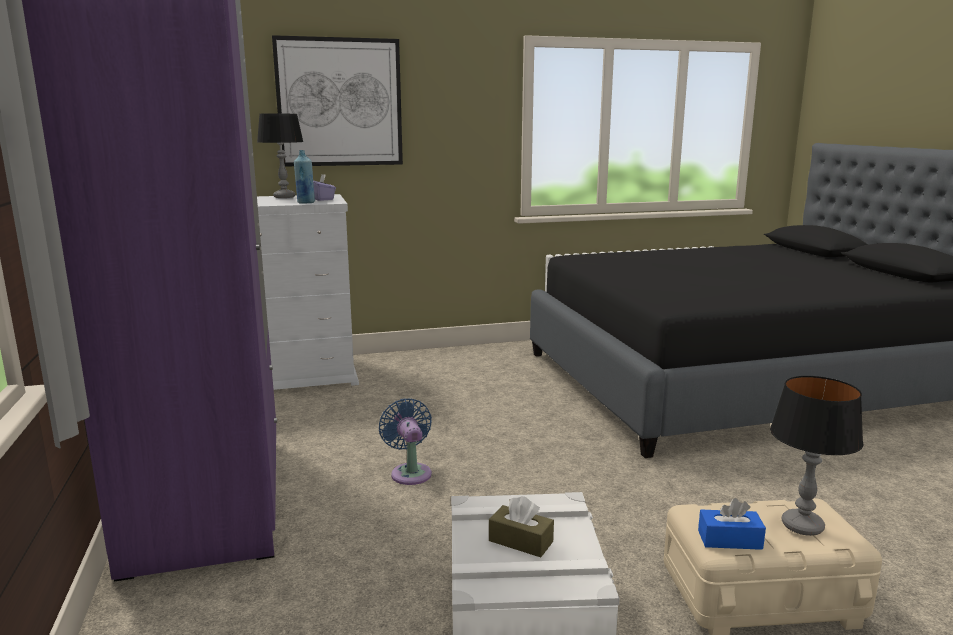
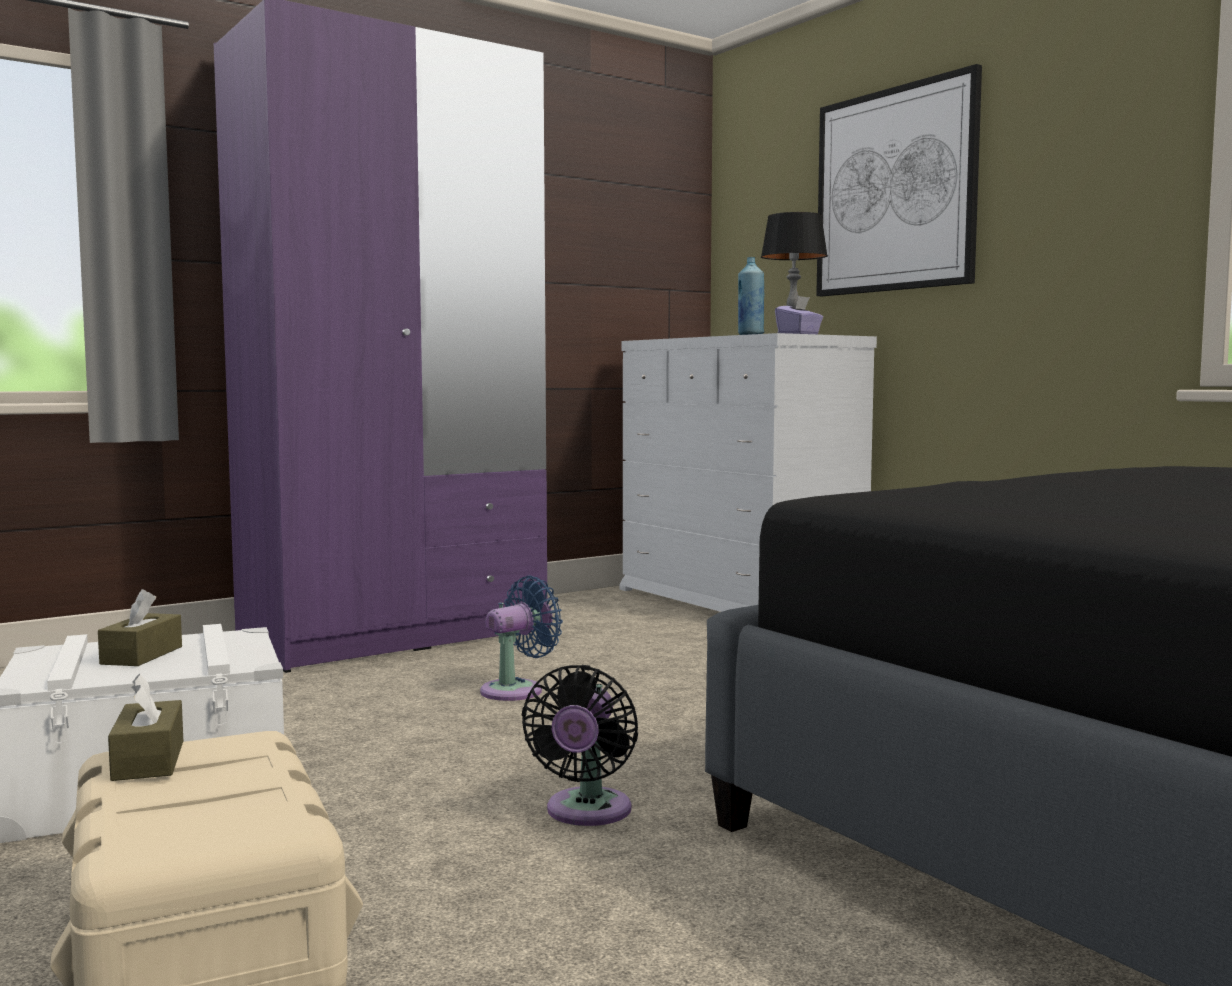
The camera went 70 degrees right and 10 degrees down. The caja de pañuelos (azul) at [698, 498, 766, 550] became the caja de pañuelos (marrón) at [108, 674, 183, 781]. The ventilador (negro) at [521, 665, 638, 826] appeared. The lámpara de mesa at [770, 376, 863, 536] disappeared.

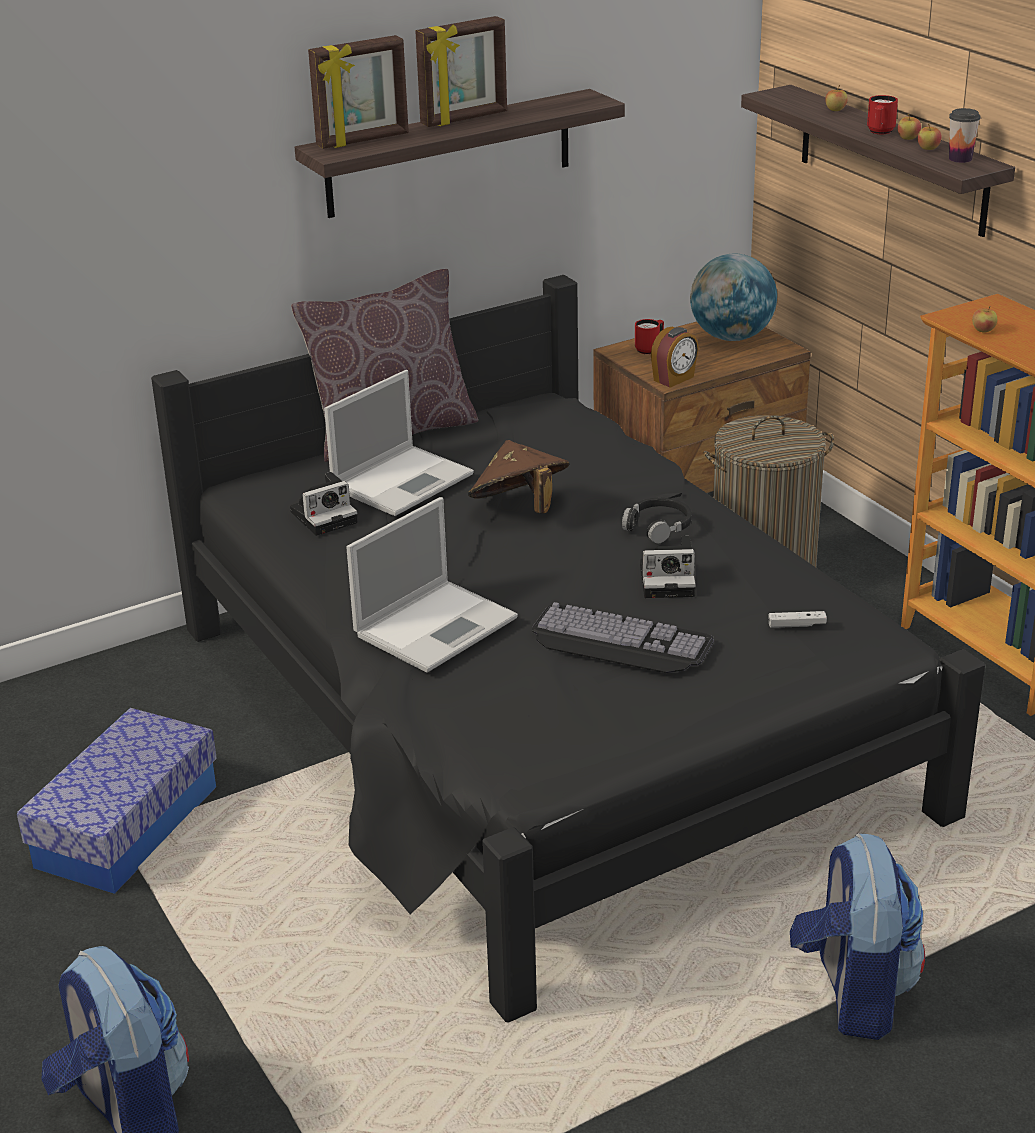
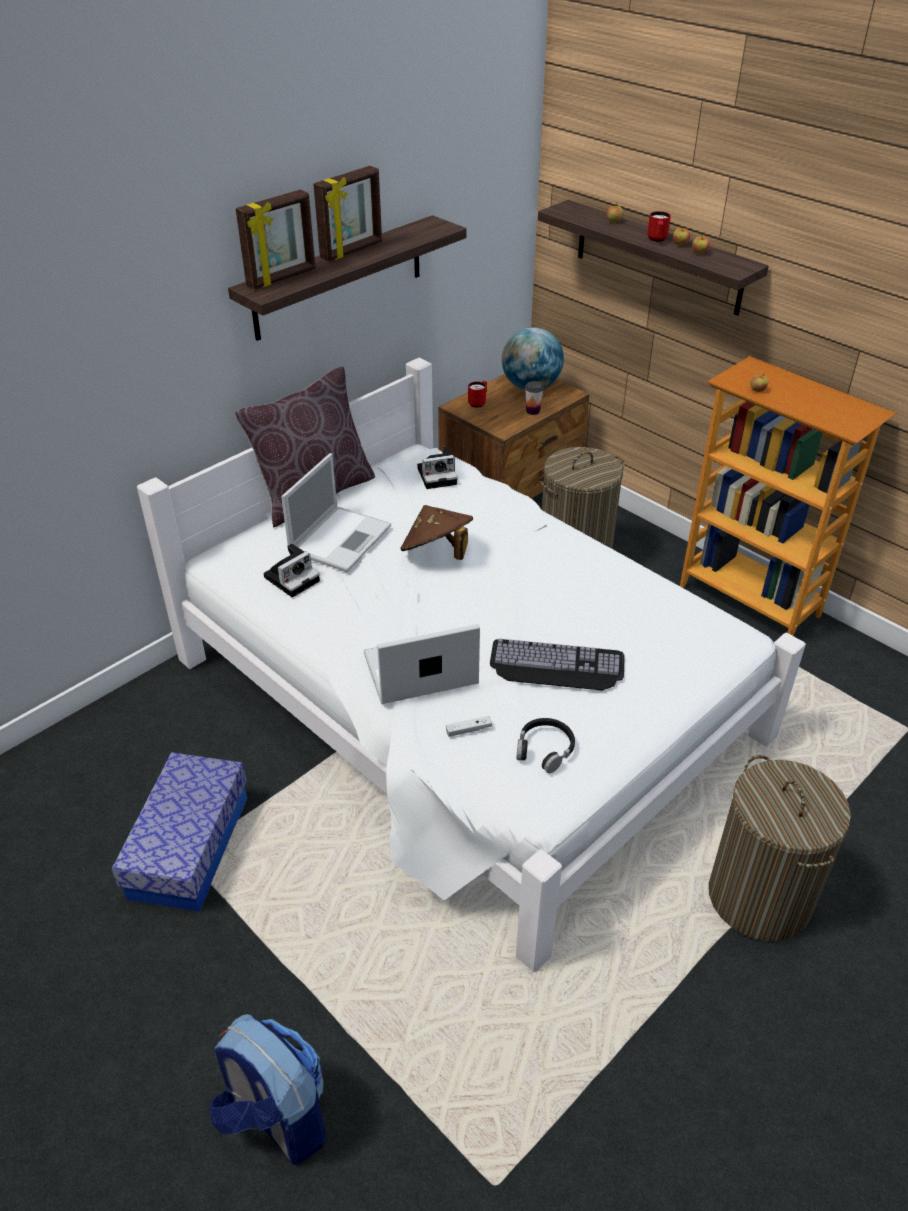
The camera went 15 degrees left and 10 degrees up. The cama (negro) at [151, 275, 985, 1023] became the cama (blanco) at [137, 358, 806, 972]. The portátil at [346, 497, 518, 673] turned 135 degrees counterclockwise. The cámara moved from [640, 536, 696, 598] to [417, 446, 457, 489]. The mando de consola (blanco) moved from [769, 611, 827, 628] to [446, 716, 492, 737]. The auriculares (negro) moved from [622, 498, 692, 544] to [516, 718, 575, 773]. The taza moved from [949, 108, 980, 163] to [525, 381, 544, 415]. The mochila at [790, 833, 925, 1040] was replaced by the cesto de la ropa at [709, 755, 851, 942]. The despertador at [651, 327, 699, 388] disappeared.

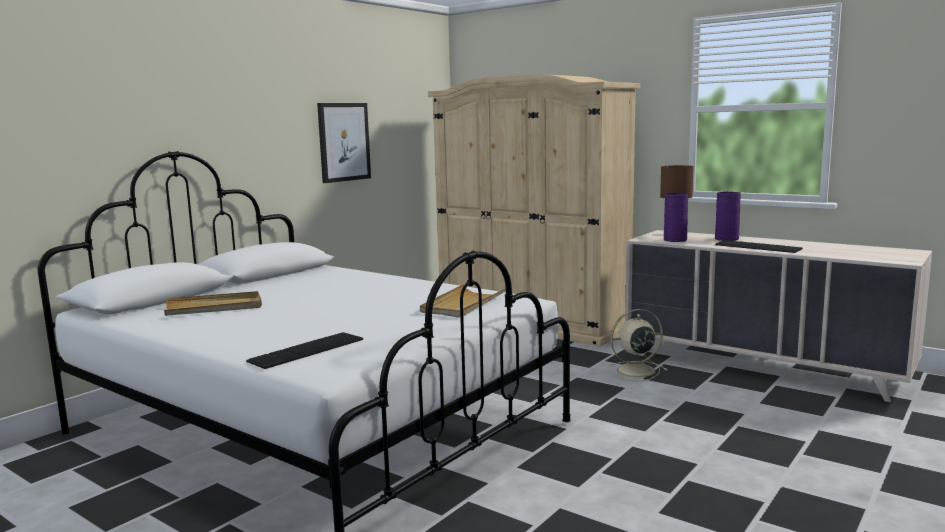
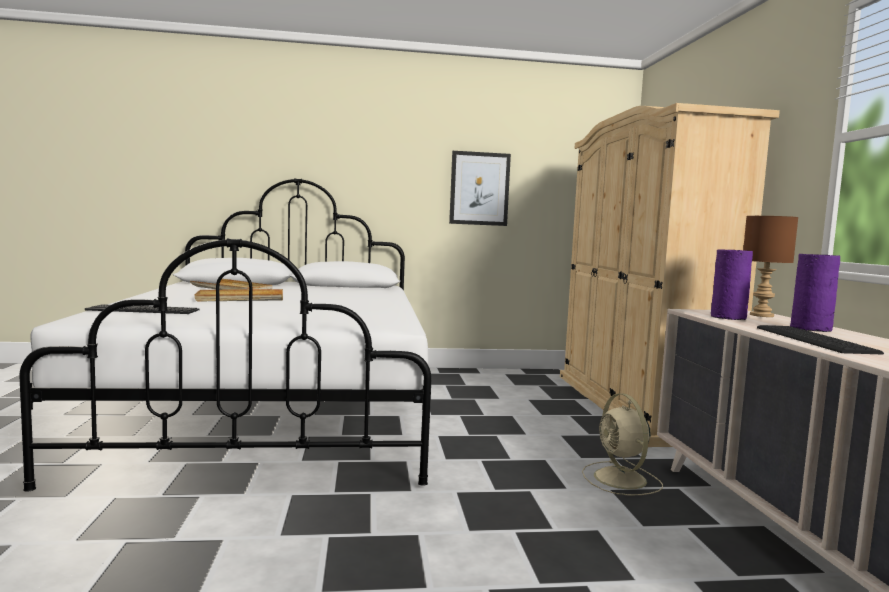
The camera went 45 degrees right and 5 degrees down. The bandeja (beis) moved from [420, 284, 506, 317] to [195, 289, 283, 301]. The ventilador (beis) at [607, 309, 668, 381] turned 135 degrees counterclockwise.

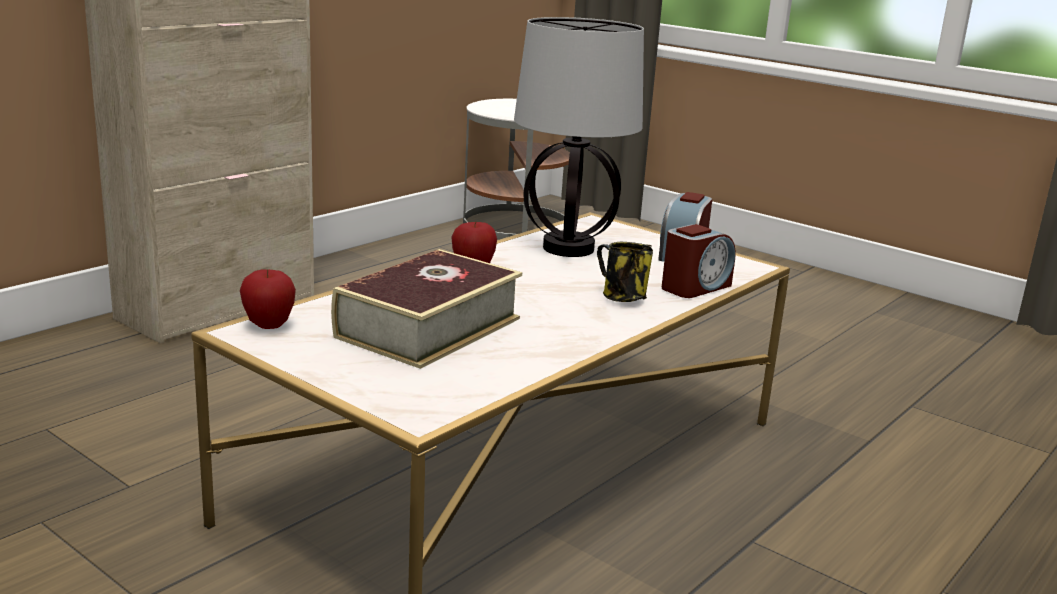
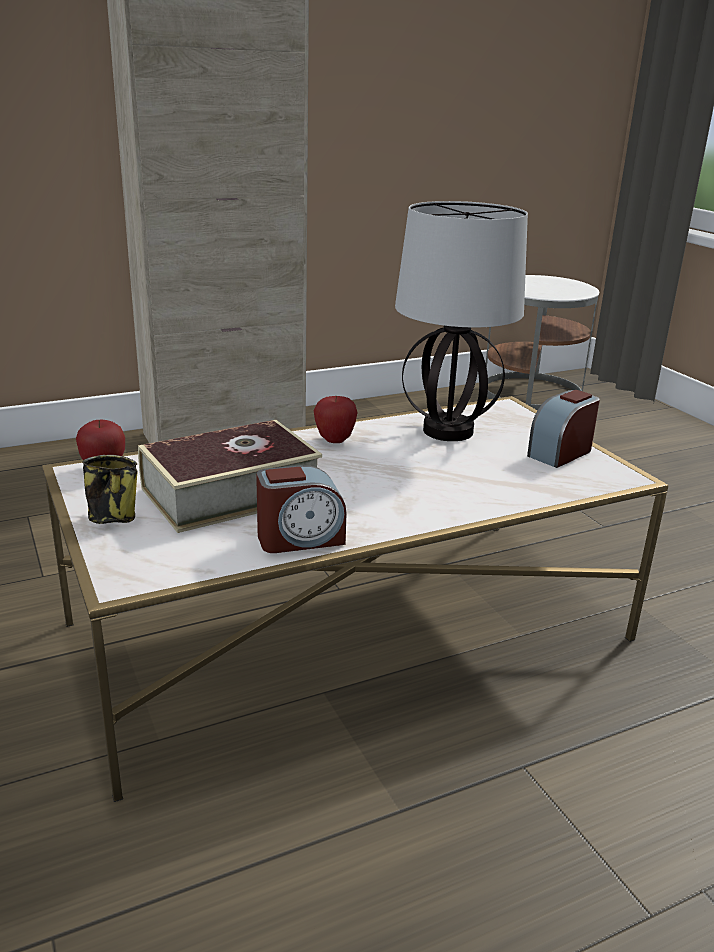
The camera went 25 degrees right and 5 degrees up. The taza grande moved from [597, 242, 653, 302] to [82, 455, 138, 524]. The despertador moved from [662, 224, 736, 298] to [256, 465, 347, 553].

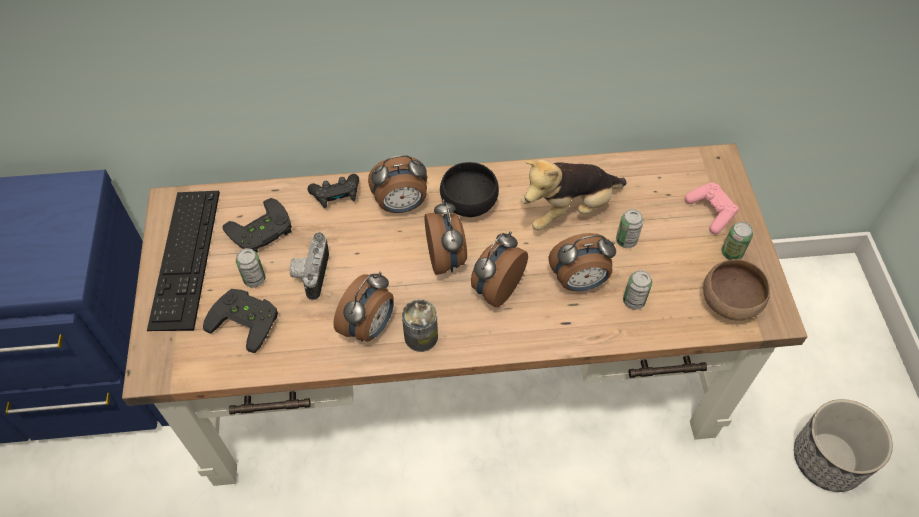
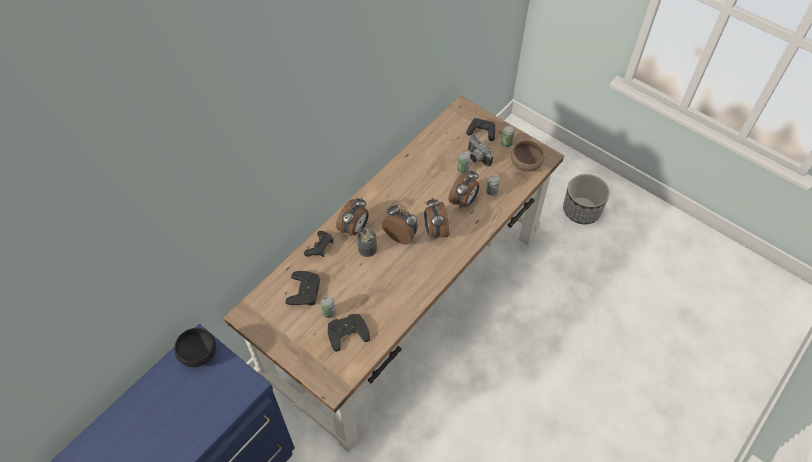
The camera went 45 degrees left and 0 degrees up. The cuenco (negro) moved from [440, 162, 499, 217] to [174, 328, 216, 367]. The lata moved from [402, 299, 438, 352] to [357, 228, 377, 257]. The mando de consola (rosa) at [684, 182, 739, 234] became the mando de consola (negro) at [466, 118, 495, 141]. The cámara moved from [290, 232, 329, 300] to [468, 135, 494, 167]. The teclado at [147, 191, 220, 331] disappeared. The despertador at [333, 272, 394, 342] disappeared. The peluche at [521, 160, 627, 230] disappeared.

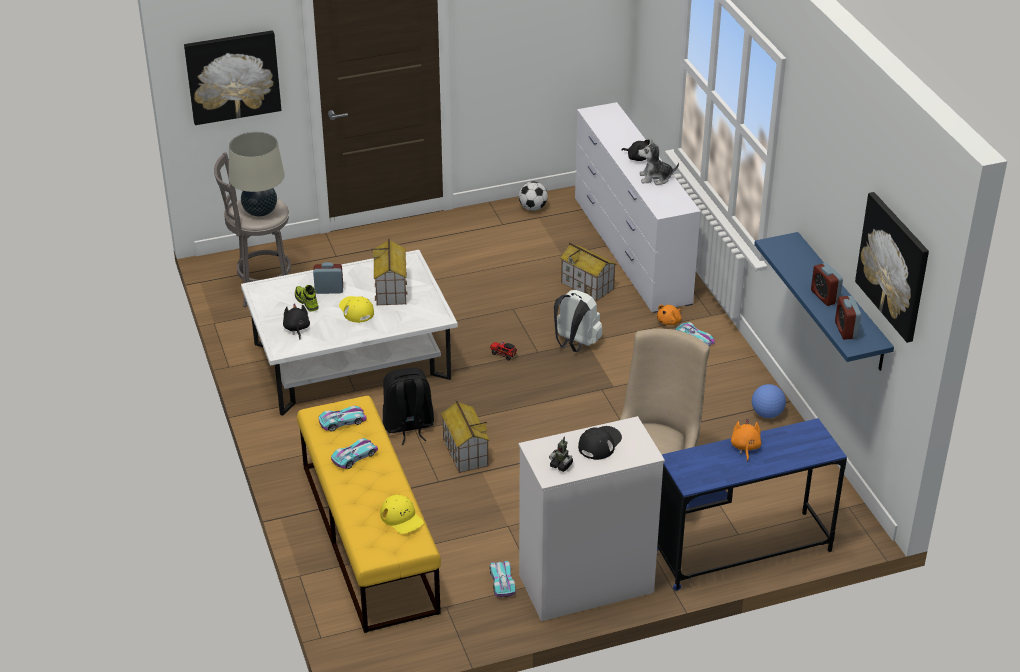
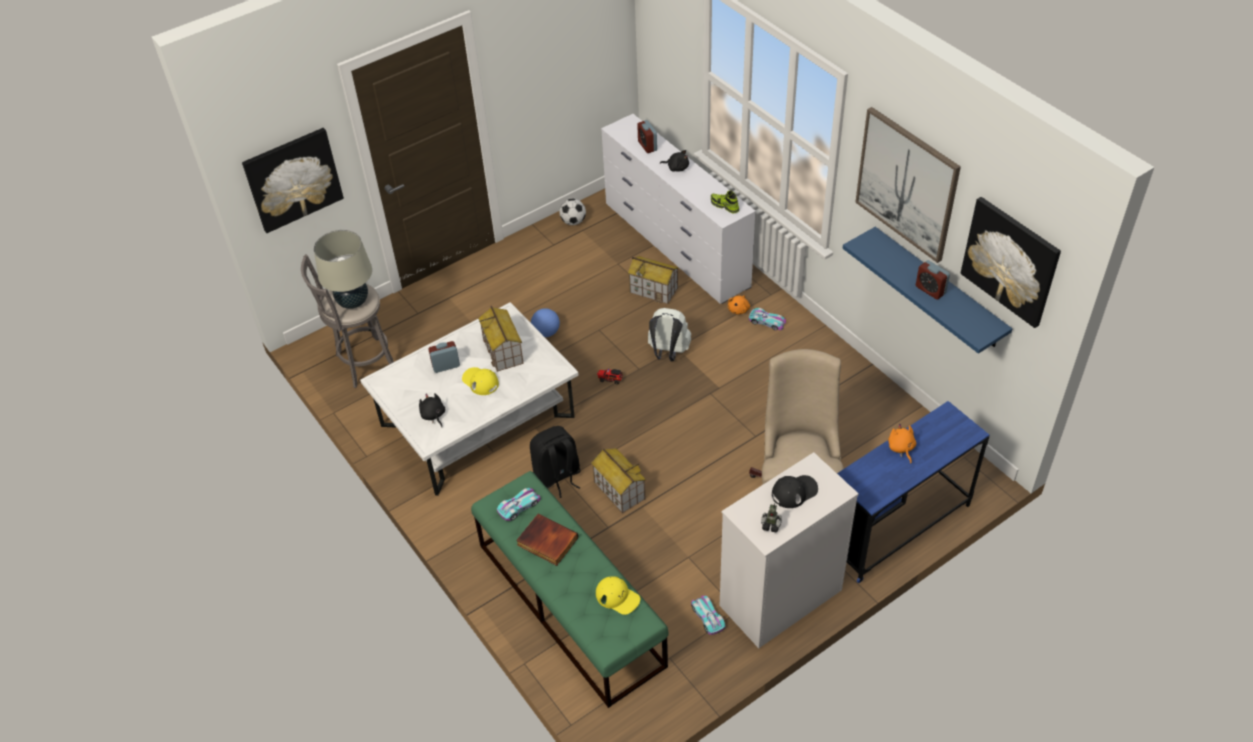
The camera went 15 degrees left and 10 degrees up. The banco (amarillo) at [297, 396, 441, 633] became the banco (verde) at [471, 471, 669, 708]. The coche de juguete at [331, 438, 378, 469] was replaced by the libro at [516, 513, 578, 566]. The balón de fútbol moved from [752, 384, 786, 418] to [531, 308, 560, 337]. The despertador moved from [835, 296, 861, 340] to [637, 120, 657, 153]. The zapato moved from [295, 285, 319, 311] to [711, 191, 739, 213]. The gorra (negro) at [578, 426, 622, 460] turned 45 degrees clockwise. The cuadro at [855, 107, 961, 263] appeared. The peluche at [638, 139, 679, 185] disappeared.

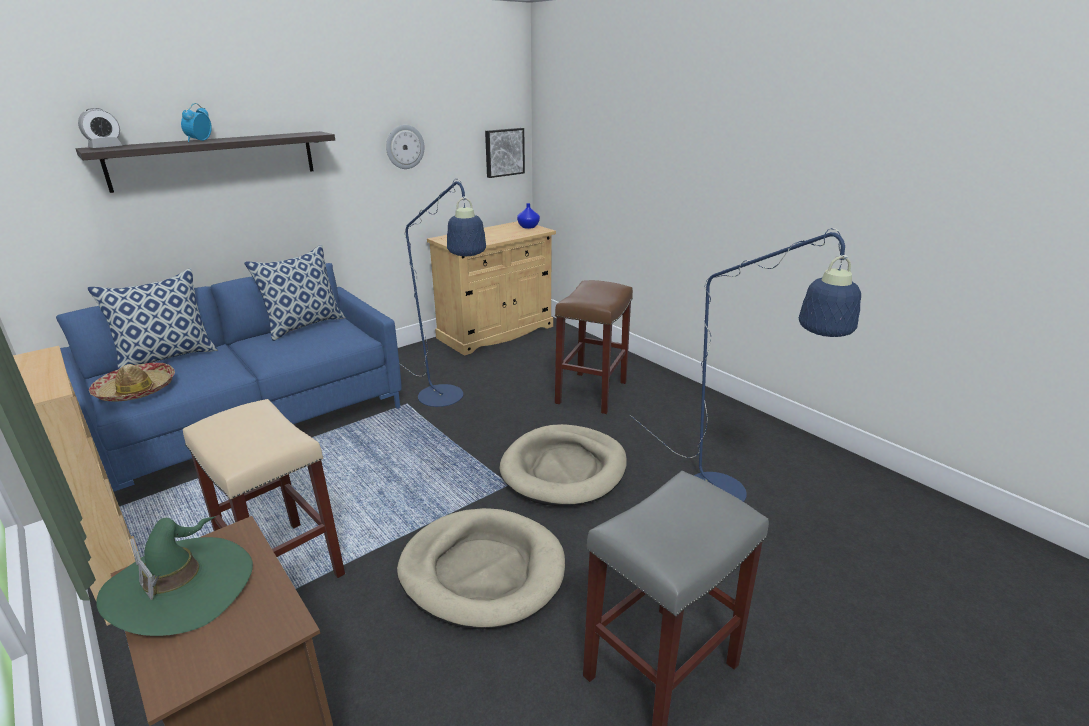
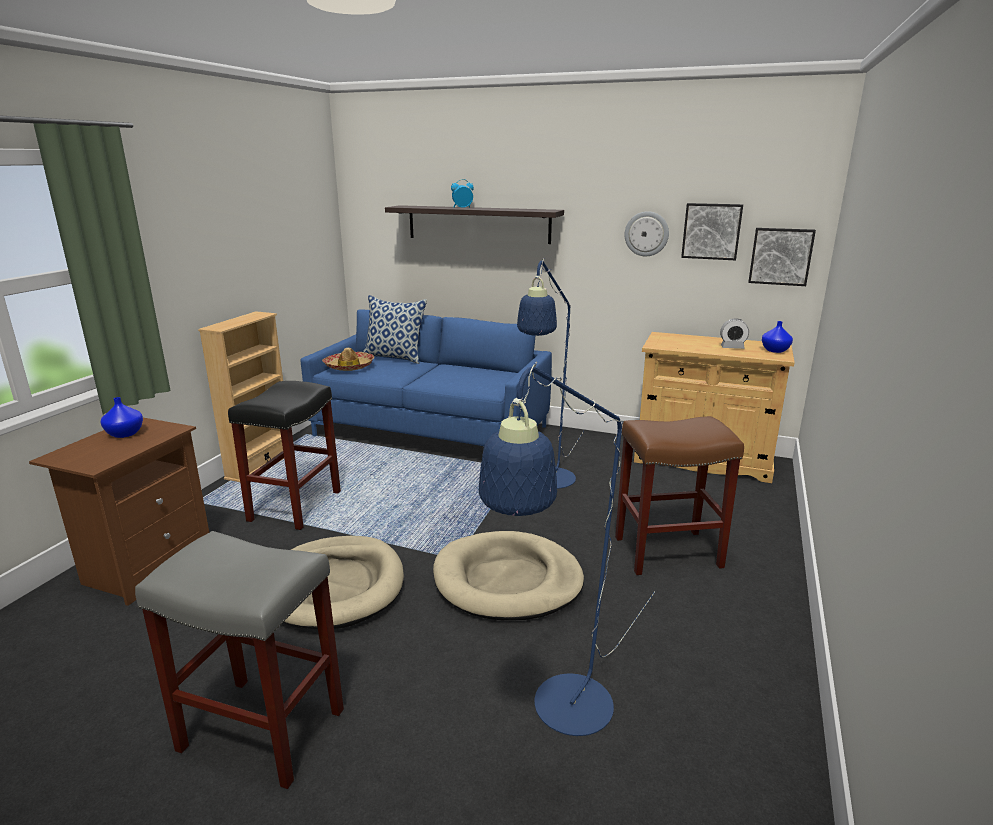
The camera went 60 degrees right and 5 degrees down. The sombrero (verde) at [96, 516, 253, 636] was replaced by the florero (azul) at [100, 397, 143, 438]. The taburete (beis) at [183, 399, 345, 578] became the taburete (negro) at [228, 381, 341, 530]. The cuadro at [681, 203, 743, 260] appeared. The despertador moved from [78, 108, 122, 148] to [720, 318, 749, 349]. The cojín at [244, 245, 346, 341] disappeared.

